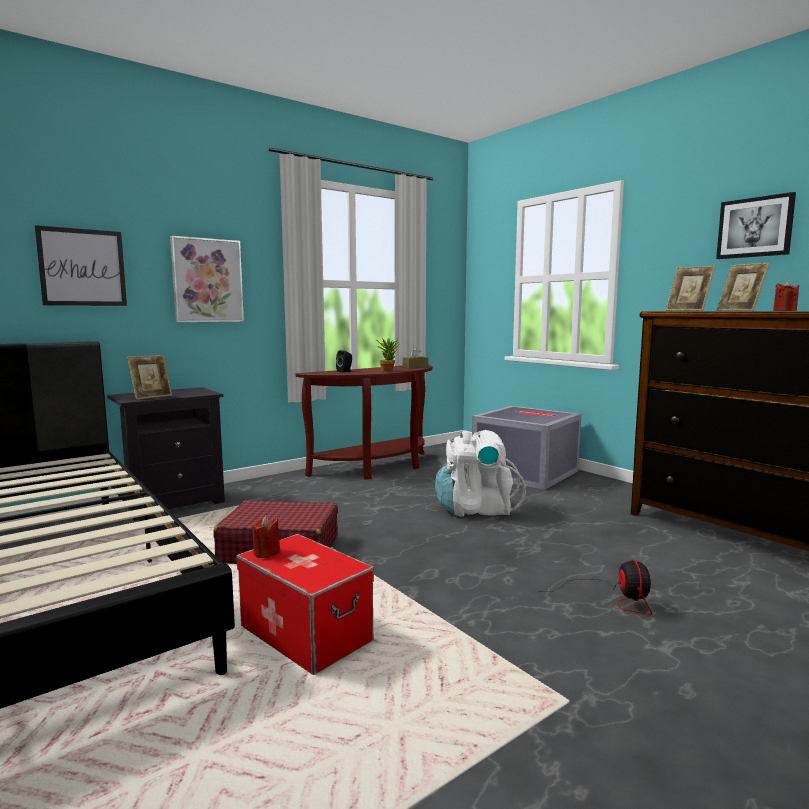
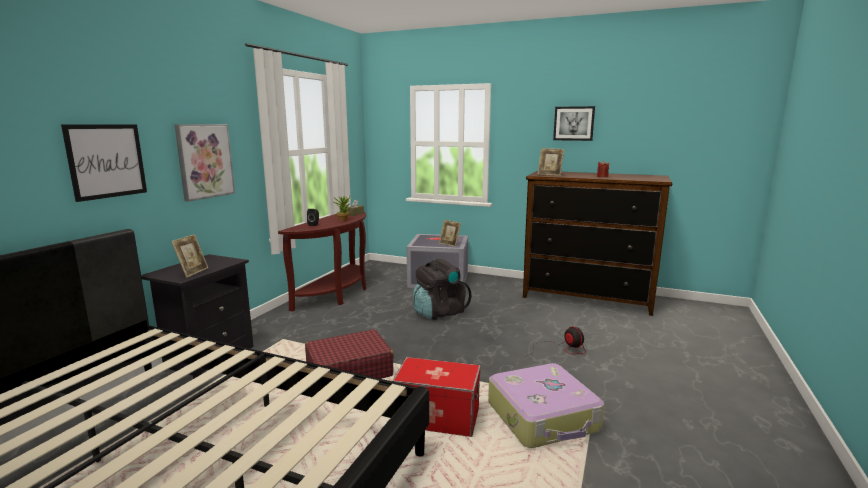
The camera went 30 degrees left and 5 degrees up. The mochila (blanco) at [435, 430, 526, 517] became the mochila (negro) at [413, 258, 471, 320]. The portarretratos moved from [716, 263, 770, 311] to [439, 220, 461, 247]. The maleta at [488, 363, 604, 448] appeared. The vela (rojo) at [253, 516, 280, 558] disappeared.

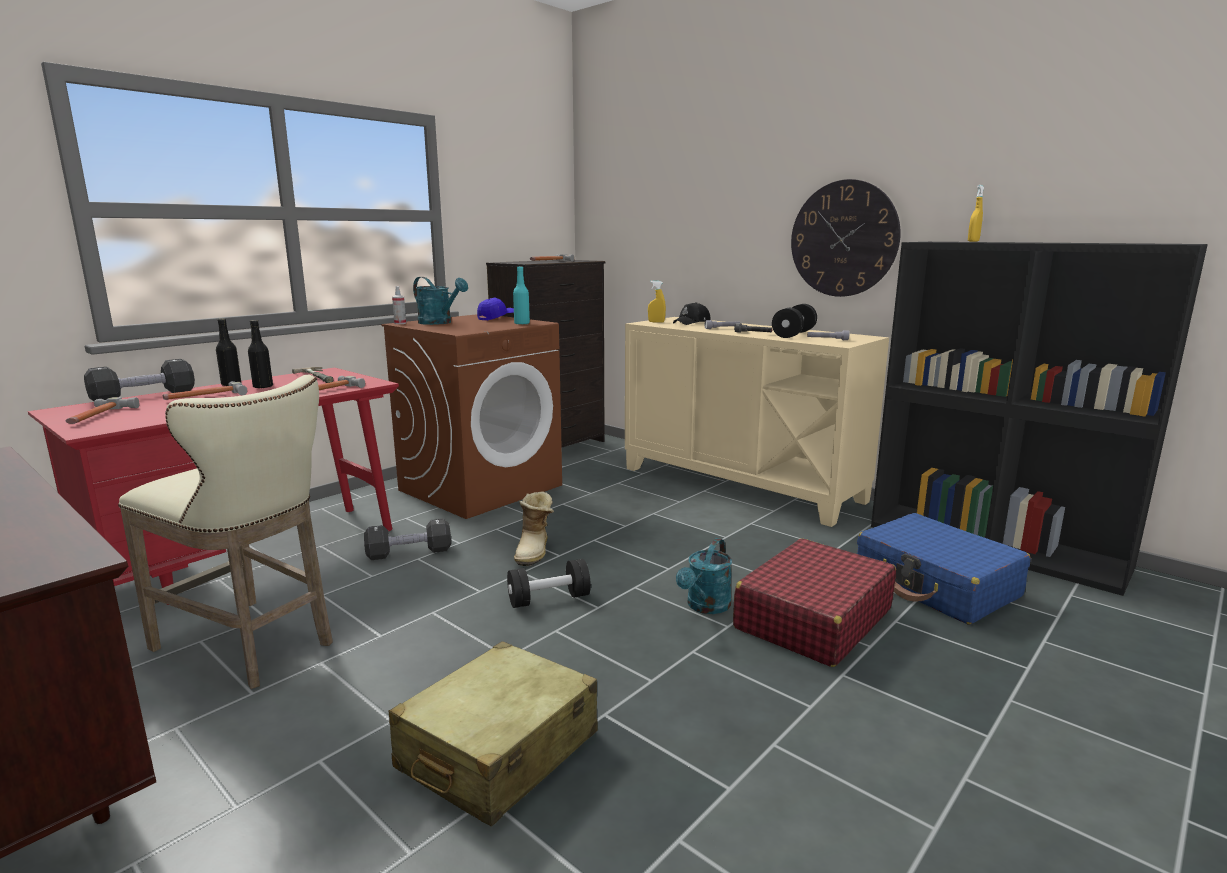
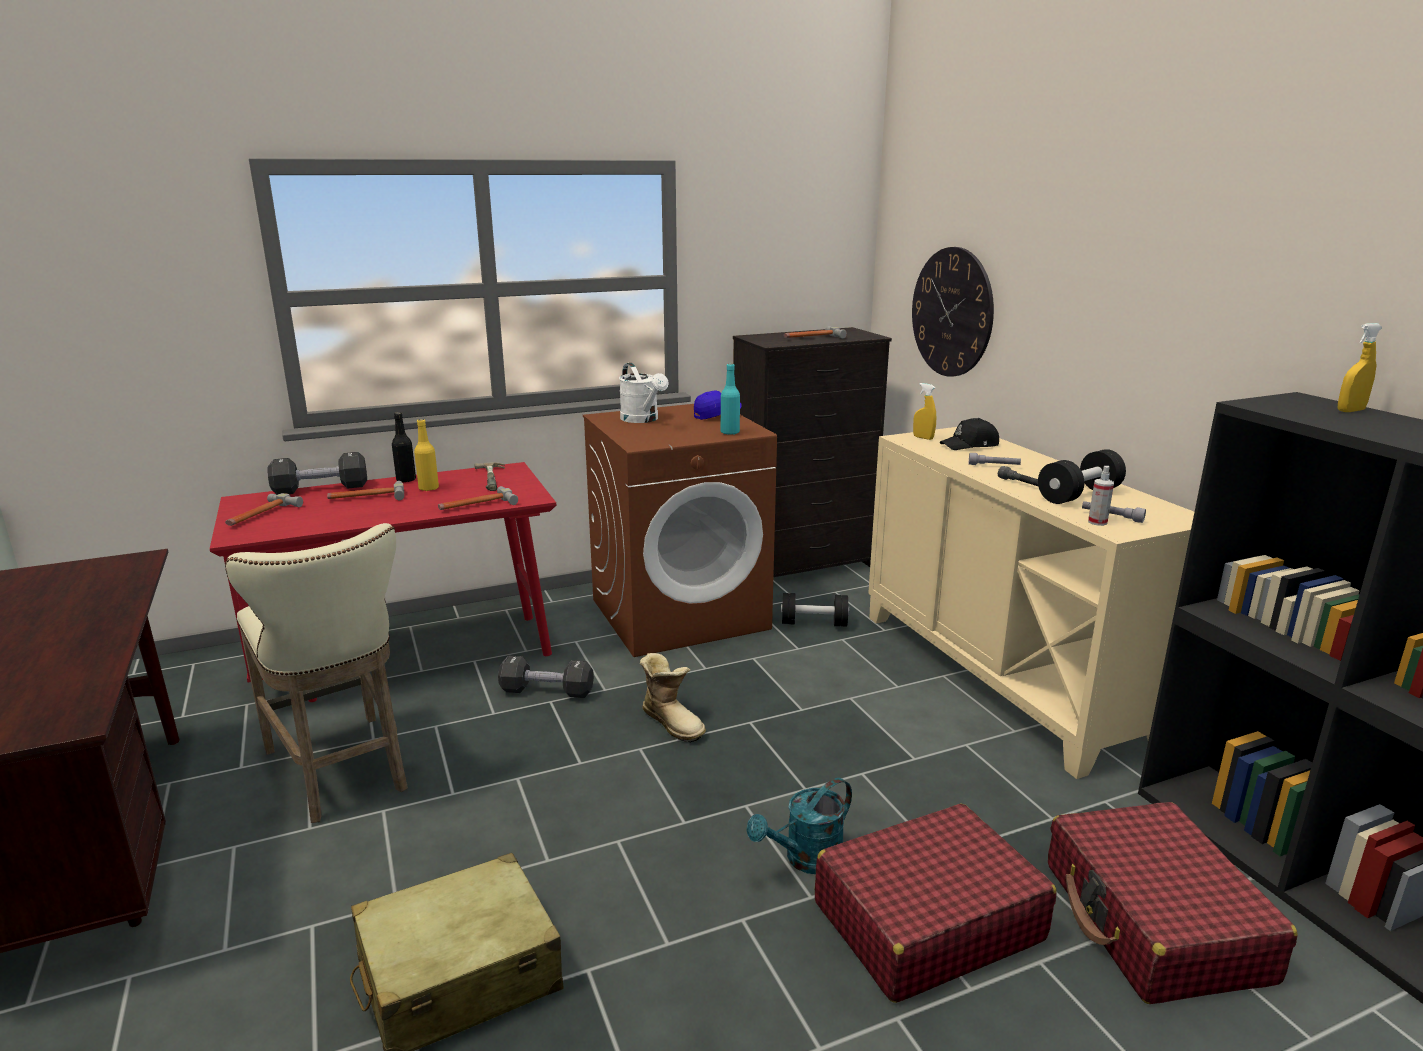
The camera went 25 degrees right and 5 degrees up. The botella (negro) at [248, 320, 273, 389] became the botella (amarillo) at [414, 419, 439, 491]. The regadera (turquesa) at [413, 277, 468, 325] became the regadera (blanco) at [619, 363, 668, 423]. The bota at [514, 491, 554, 566] turned 75 degrees counterclockwise. The mancuerna (negro) moved from [507, 559, 591, 608] to [781, 593, 849, 626]. The reloj de pared moved from [791, 179, 901, 297] to [912, 247, 994, 377]. The maleta (azul) at [857, 513, 1031, 624] became the maleta (rojo) at [1048, 802, 1298, 1004]. The pulverizador moved from [392, 286, 406, 324] to [1088, 466, 1114, 526].

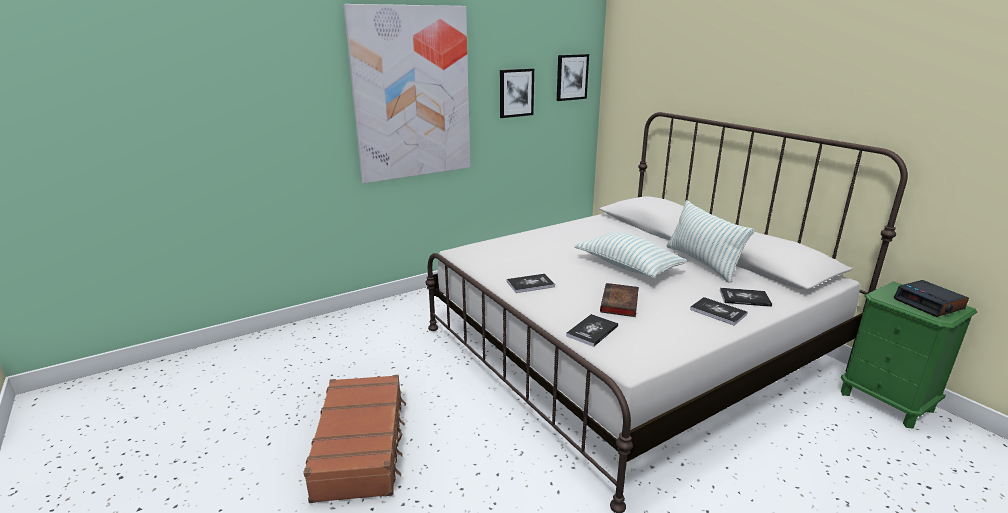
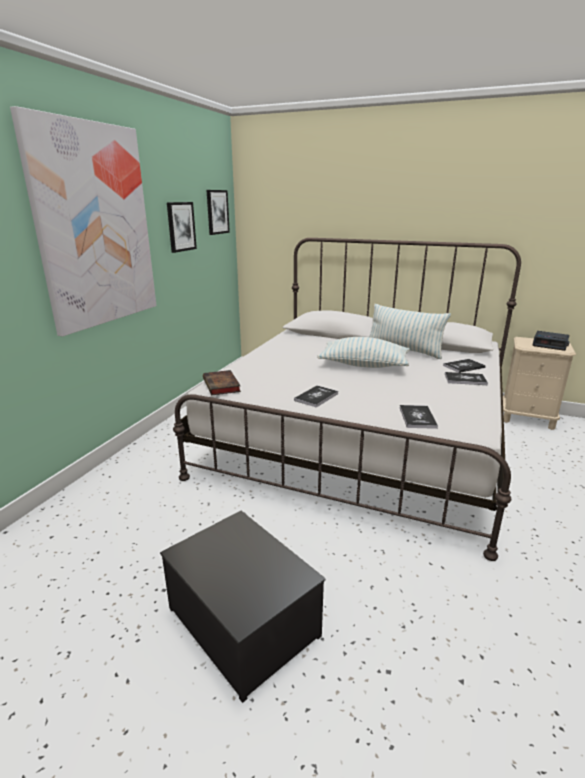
The camera went 35 degrees left and 0 degrees up. The maleta (marrón) at [303, 375, 406, 503] was replaced by the caja de almacenaje at [160, 511, 326, 703]. The libro moved from [600, 283, 639, 317] to [203, 370, 241, 395]. The mesita de noche (verde) at [841, 281, 977, 429] became the mesita de noche (beis) at [503, 337, 576, 430].

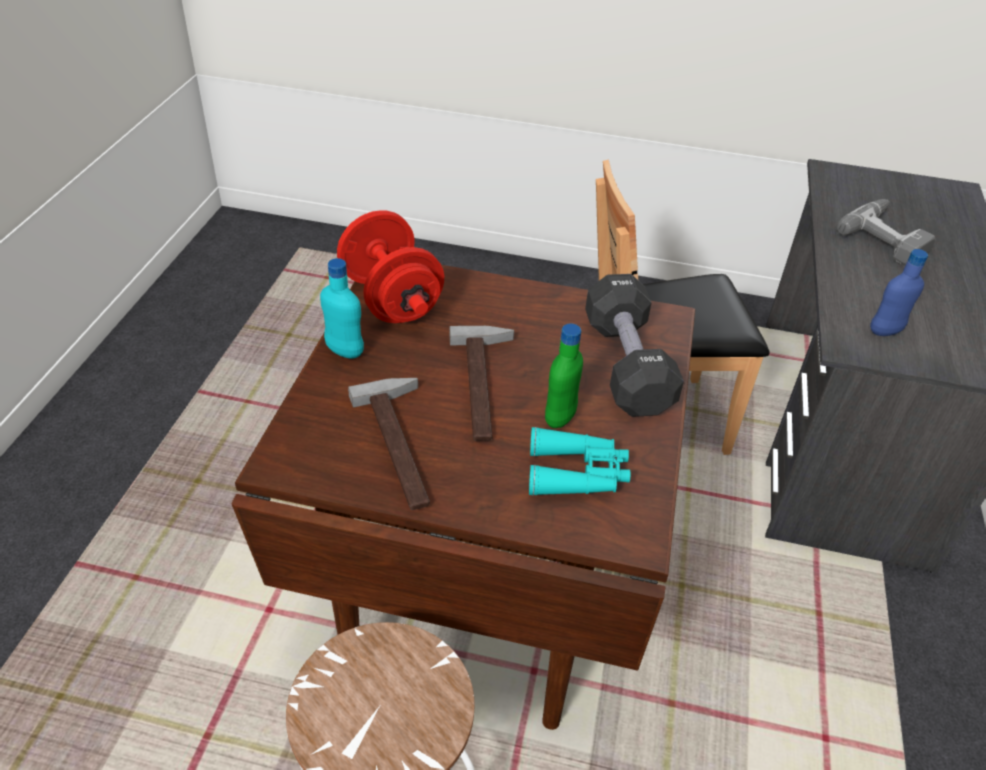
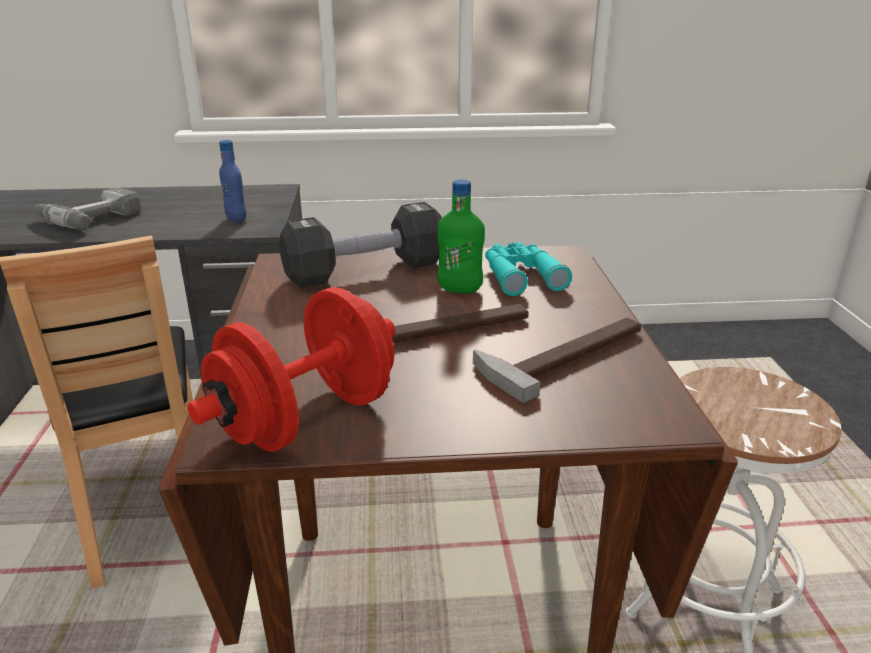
The camera went 105 degrees left and 15 degrees down. The botella (turquesa) at [320, 258, 364, 359] disappeared.

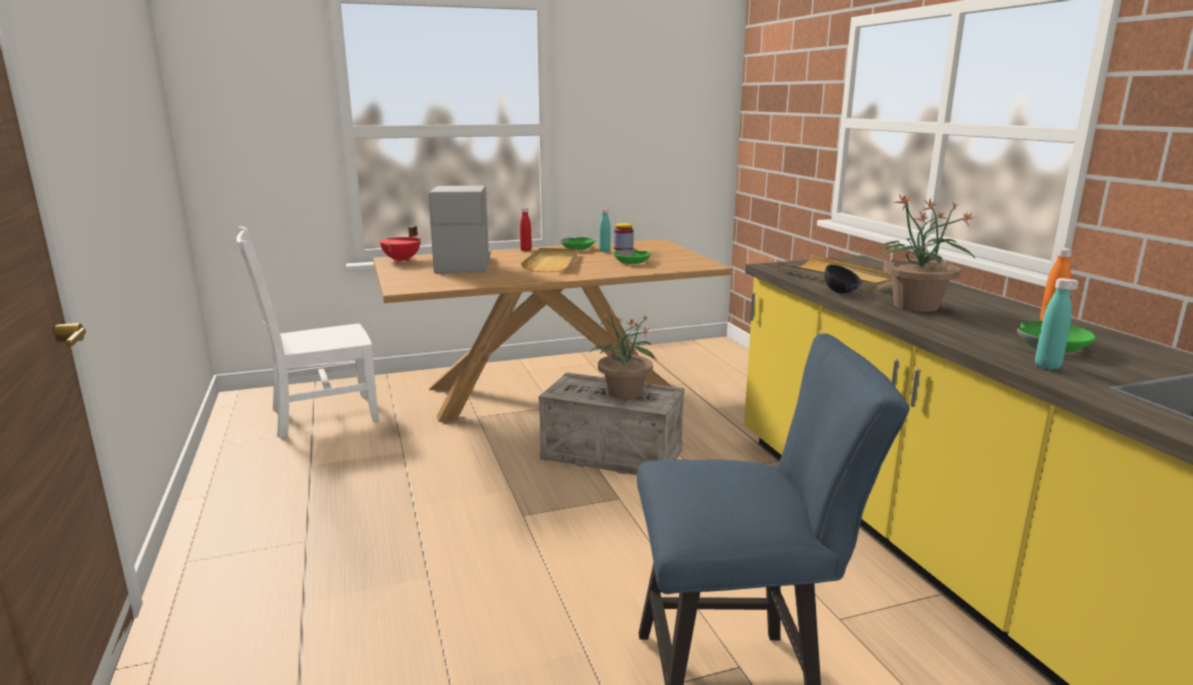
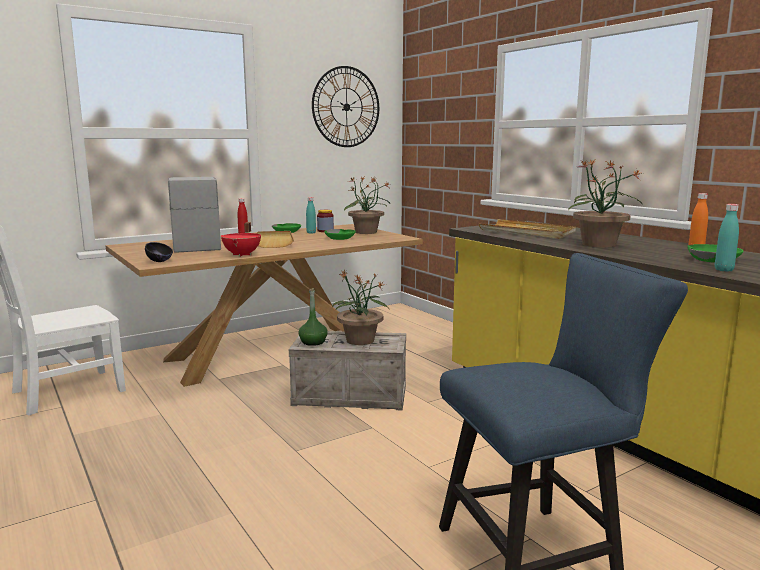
The camera went 15 degrees left and 5 degrees down. The cuenco (negro) moved from [824, 264, 861, 294] to [145, 242, 173, 262]. The olla (rojo) moved from [379, 226, 421, 262] to [221, 222, 261, 257]. The botella (verde) at [298, 288, 328, 346] appeared. The reloj de pared at [312, 66, 379, 147] appeared. The planta en maceta at [344, 177, 390, 234] appeared.

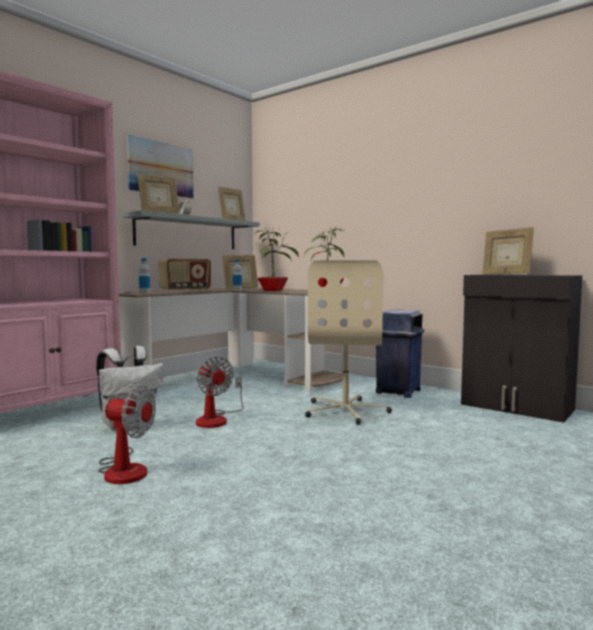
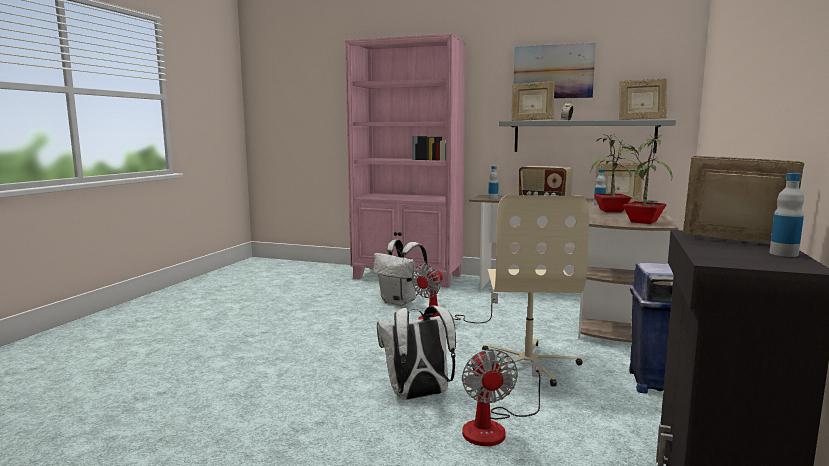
The camera went 70 degrees right and 5 degrees up. The mochila (blanco) at [377, 305, 456, 400] appeared. The ventilador moved from [98, 385, 156, 484] to [462, 349, 543, 446]. The silla de oficina (beis) at [305, 261, 392, 425] turned 75 degrees counterclockwise. The portarretratos at [482, 227, 534, 275] turned 90 degrees clockwise. The botella at [769, 173, 804, 257] appeared.

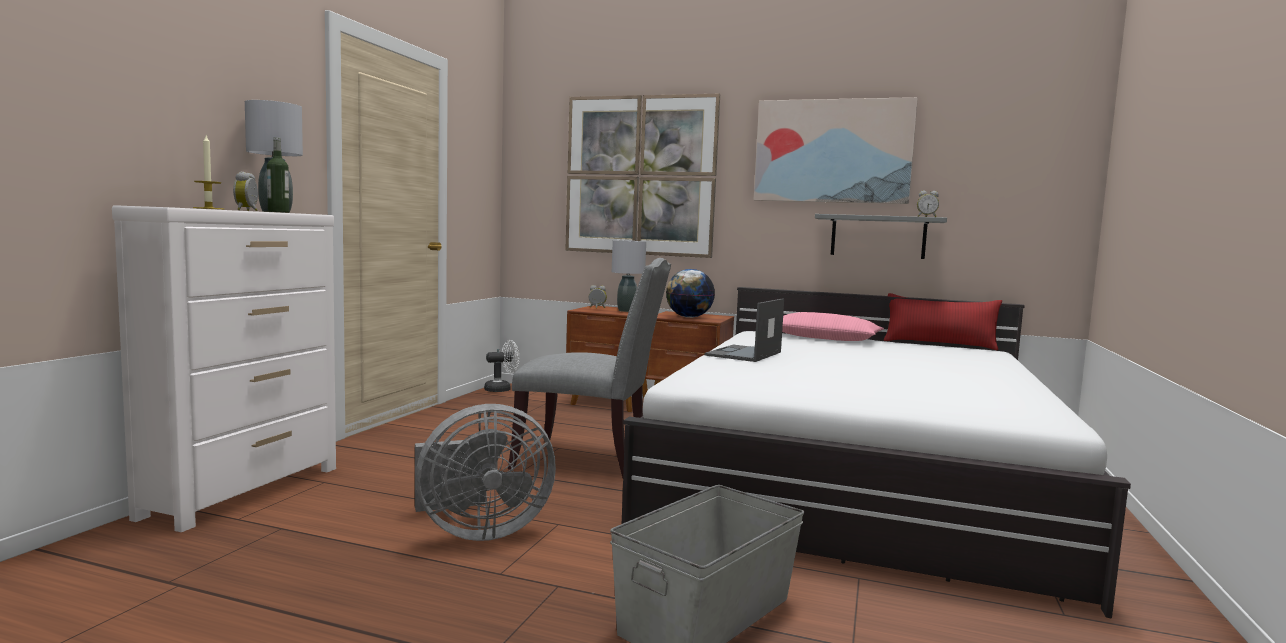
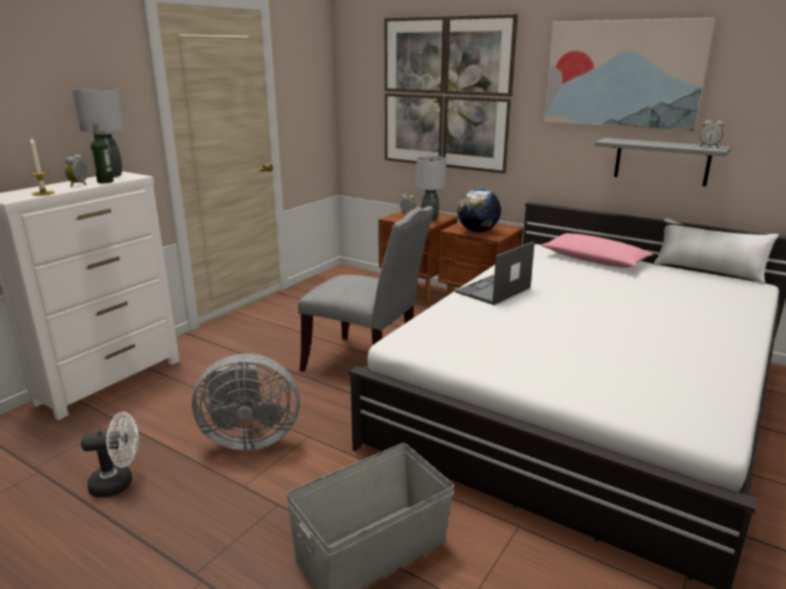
The camera went 15 degrees right and 15 degrees up. The ventilador (blanco) moved from [484, 340, 519, 392] to [81, 412, 139, 497]. The cojín (rojo) at [884, 293, 1002, 350] became the cojín (blanco) at [654, 218, 779, 284].

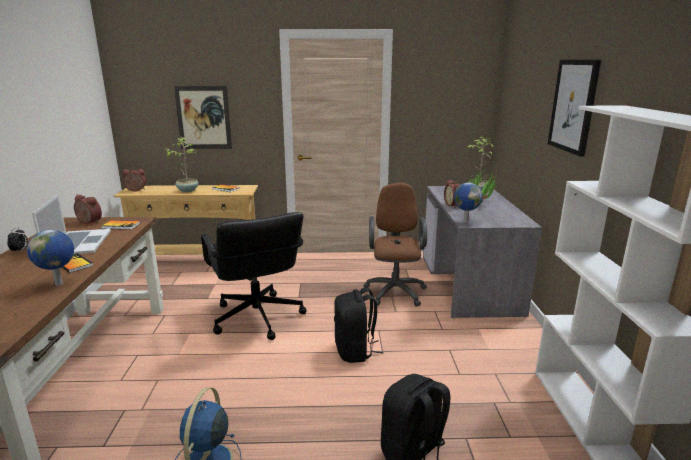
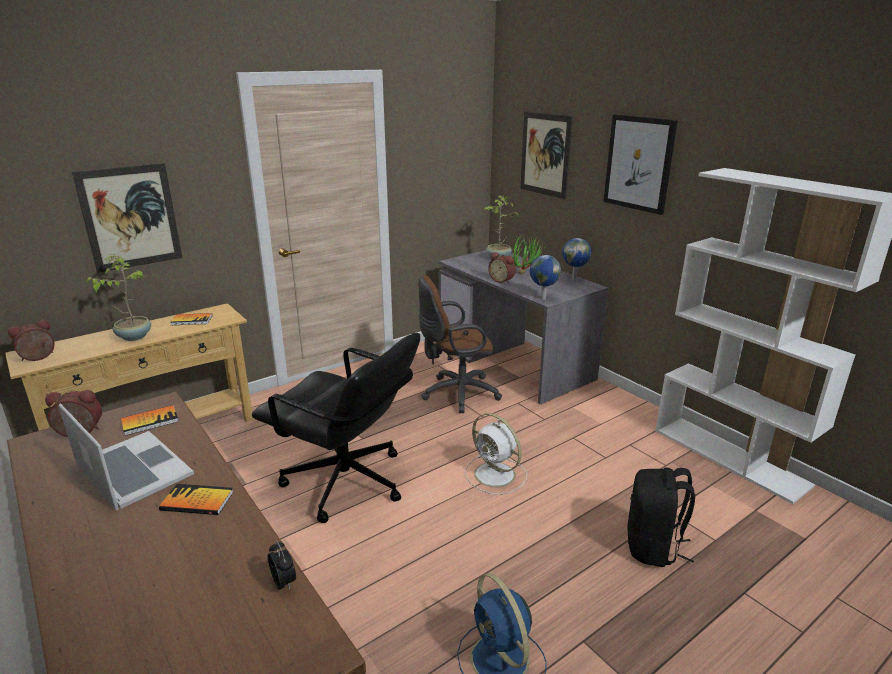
The camera went 35 degrees left and 5 degrees up. The despertador moved from [7, 227, 28, 252] to [268, 541, 296, 590]. The silla de oficina (marrón) at [363, 183, 427, 307] turned 75 degrees counterclockwise. The mochila (negro) at [334, 287, 384, 363] was replaced by the ventilador (blanco) at [465, 413, 527, 495]. The cuadro at [520, 111, 573, 199] appeared. The globo terráqueo moved from [27, 230, 74, 286] to [562, 238, 592, 280].

